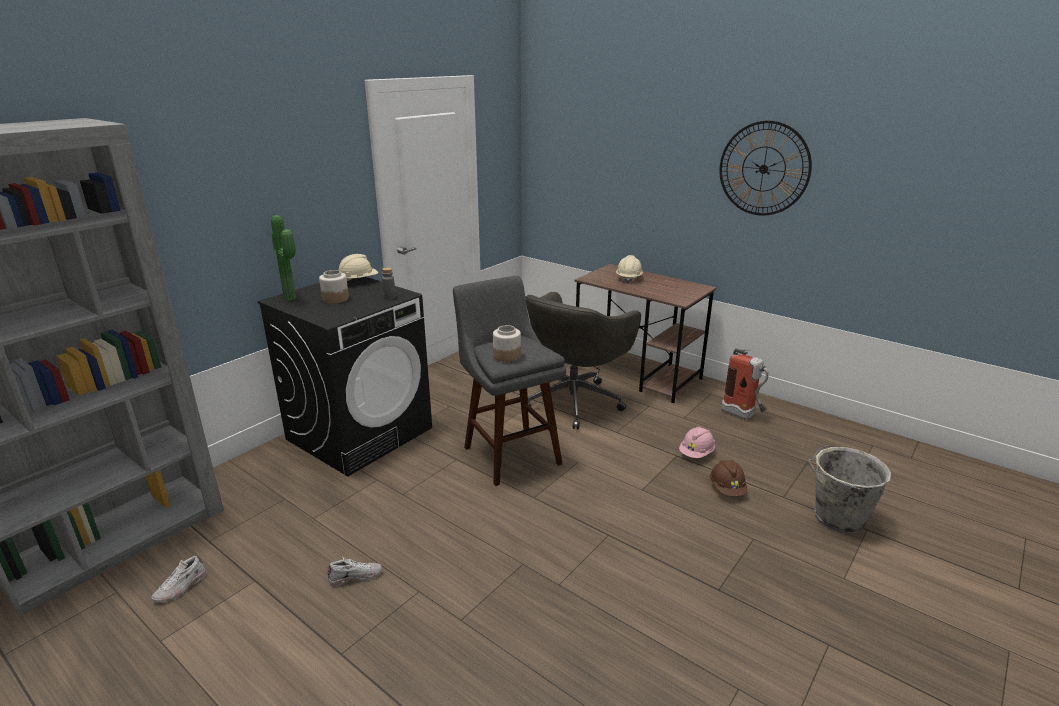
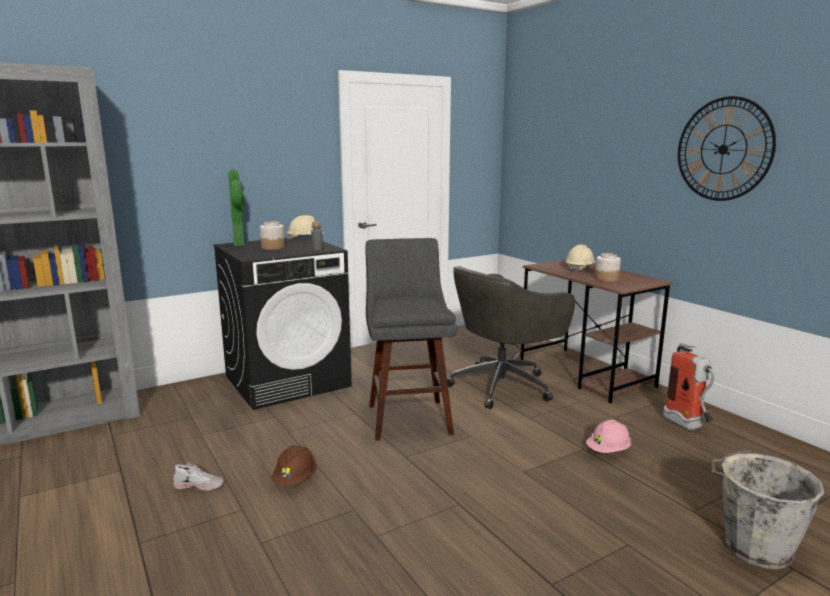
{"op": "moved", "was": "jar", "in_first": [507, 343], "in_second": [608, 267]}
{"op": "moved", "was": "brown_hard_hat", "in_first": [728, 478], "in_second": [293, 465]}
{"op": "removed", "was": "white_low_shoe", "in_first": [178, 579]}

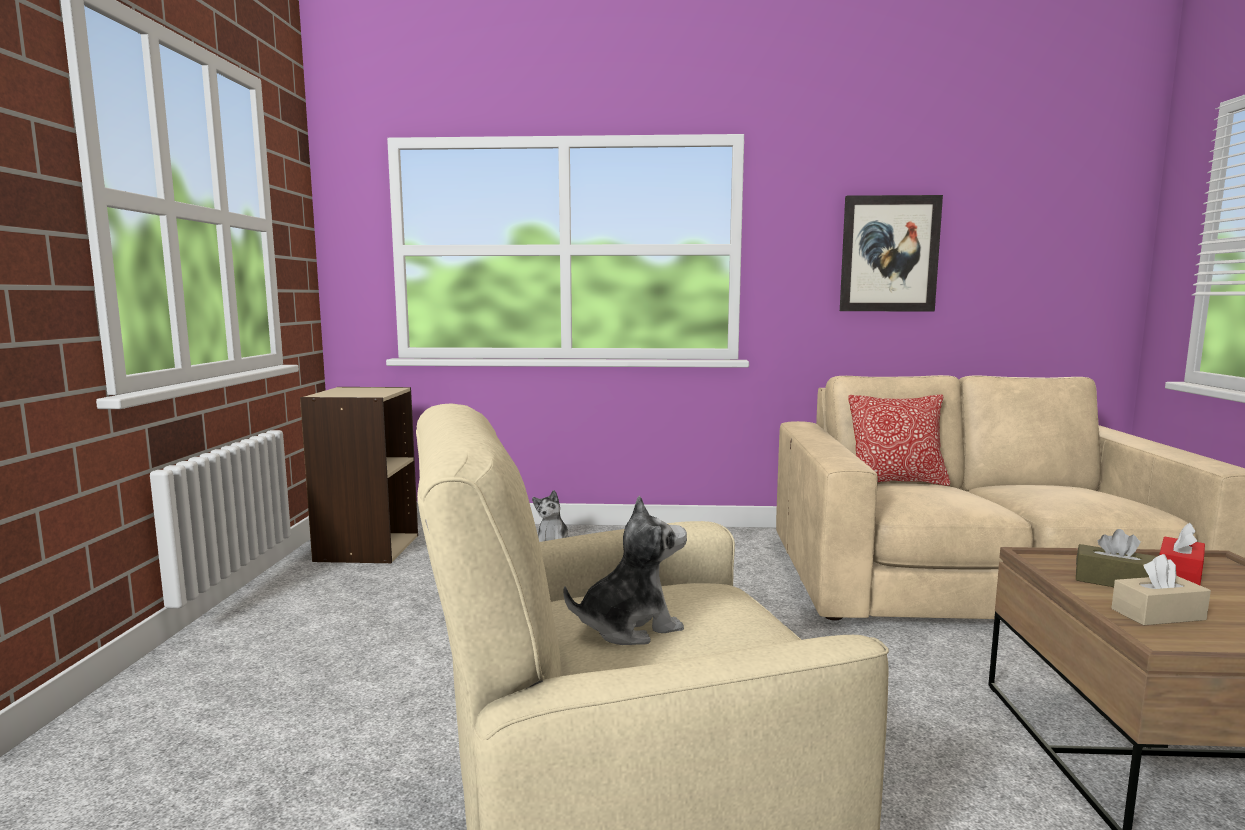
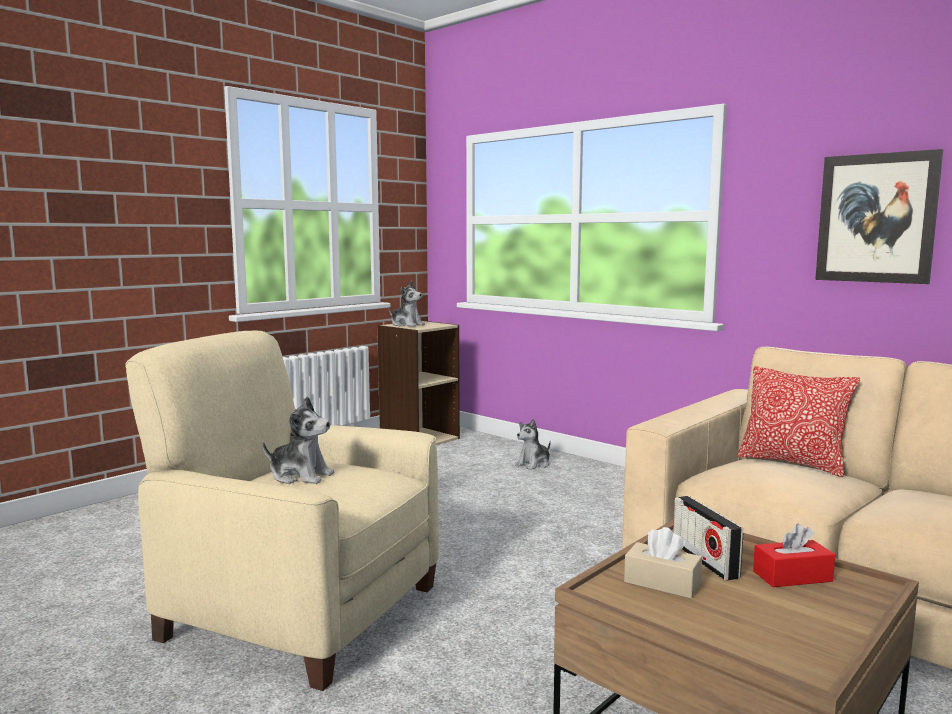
{"op": "replaced", "was": "brown_tissue_box", "now": "radio_receiver", "in_first": [1116, 558], "in_second": [708, 538]}
{"op": "added", "now": "cuddly_toy", "in_second": [407, 304]}

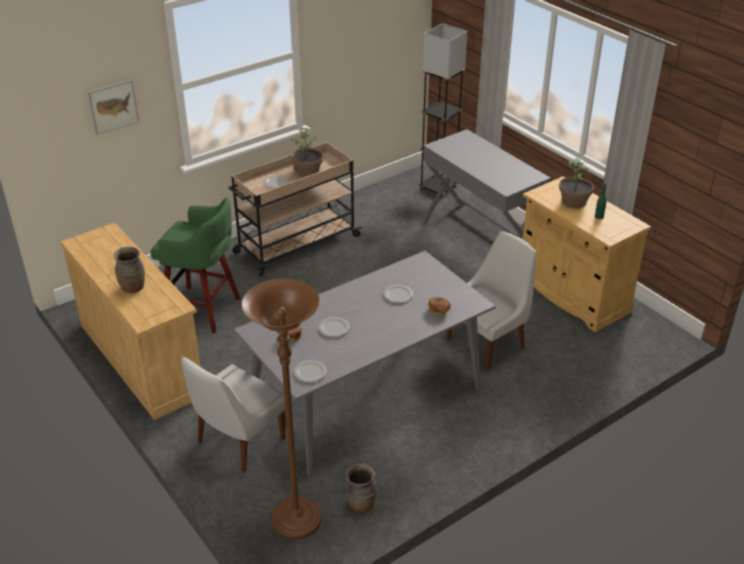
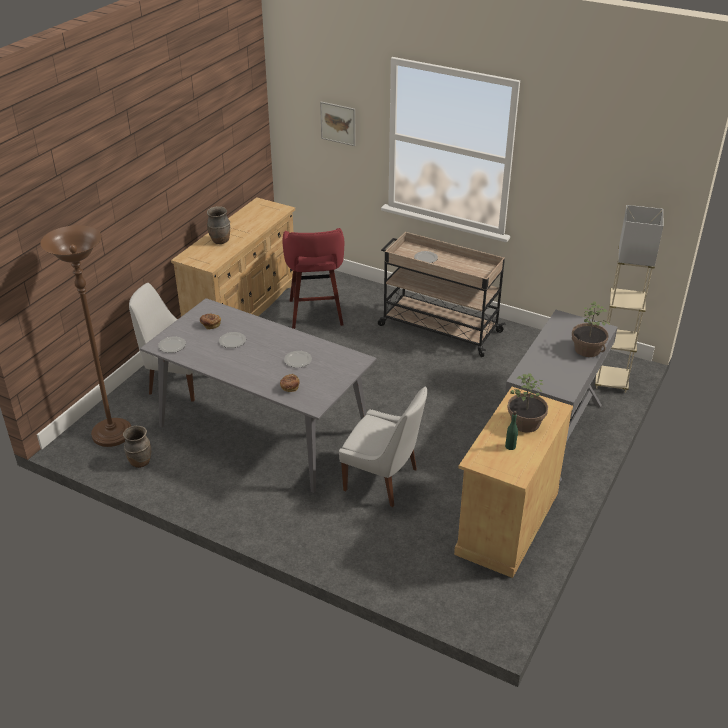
{"op": "recoloured", "was": "black_standing_lamp", "now": "beige-coloured_standing_lamp", "in_first": [443, 111], "in_second": [629, 299]}
{"op": "moved", "was": "plant_in_a_pot", "in_first": [307, 152], "in_second": [591, 329]}
{"op": "recoloured", "was": "green-coloured_sitting_stool", "now": "reddish_sitting_stool", "in_first": [195, 265], "in_second": [313, 278]}

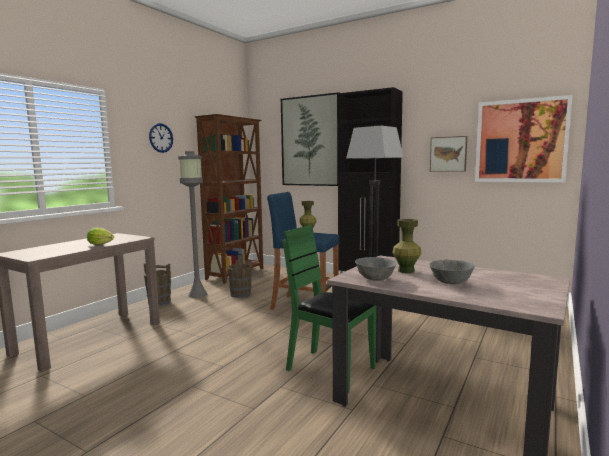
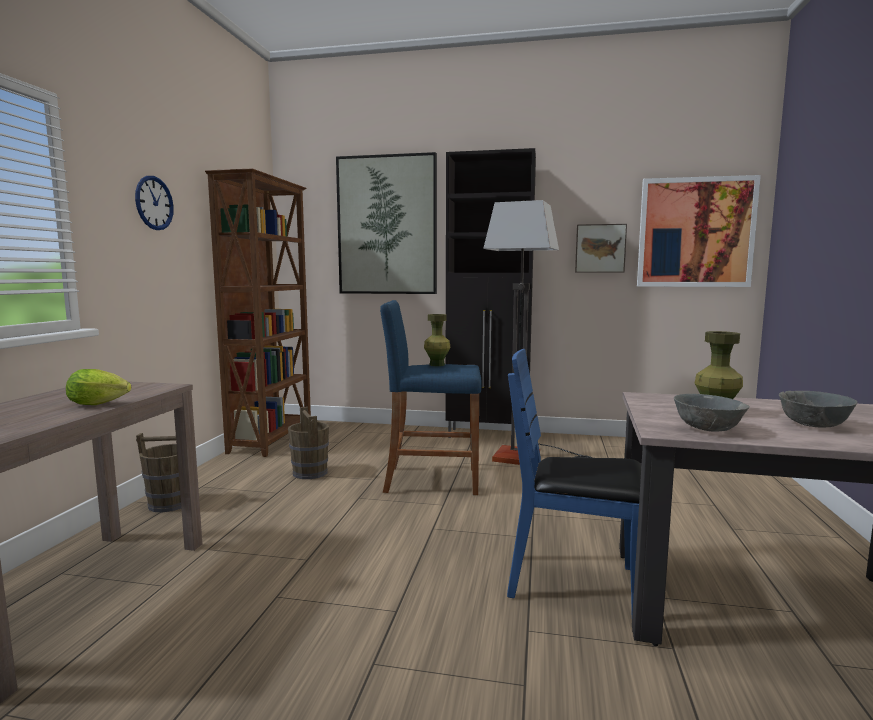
{"op": "removed", "was": "greyish_standing_lamp", "in_first": [193, 224]}
{"op": "recoloured", "was": "green-coloured_chair", "now": "blue-coloured_chair", "in_first": [330, 309], "in_second": [574, 481]}

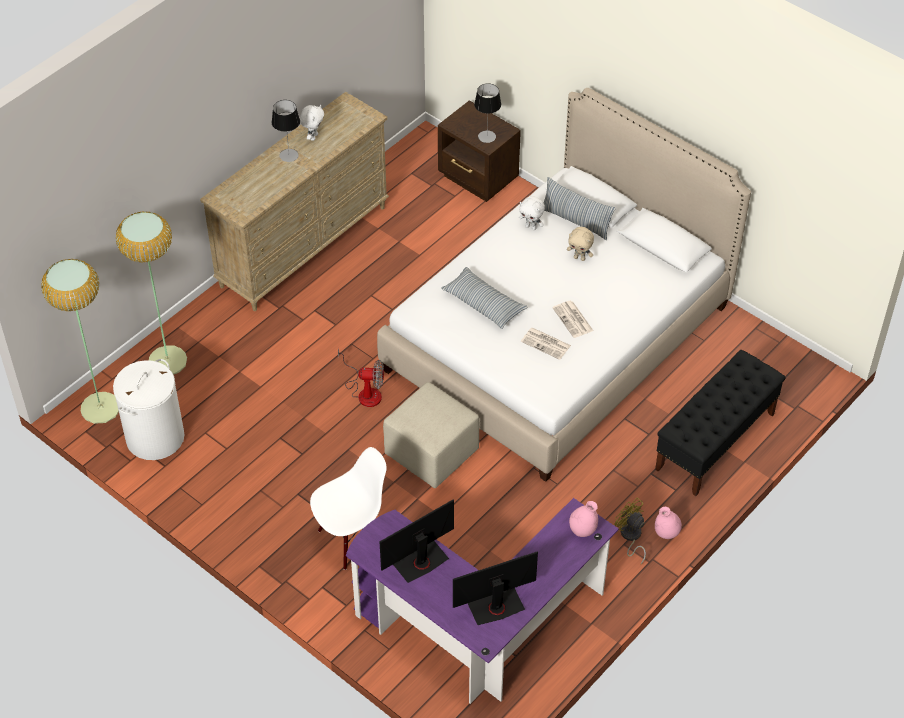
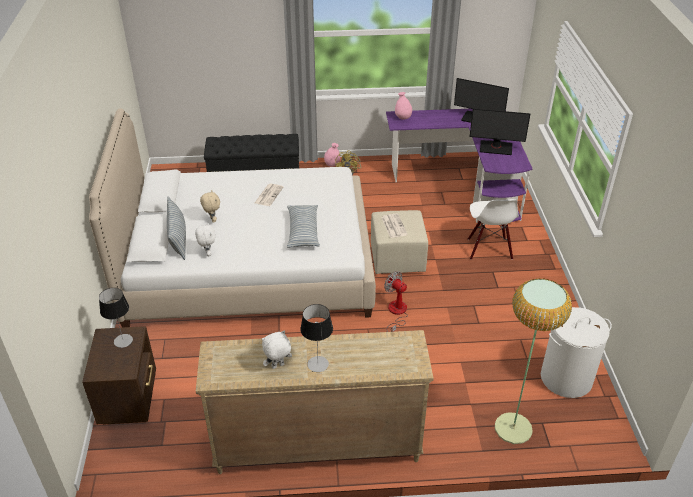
{"op": "removed", "was": "standing_lamp", "in_first": [80, 341]}
{"op": "moved", "was": "daily_paper", "in_first": [546, 344], "in_second": [394, 226]}
{"op": "turned", "was": "white_chair", "in_first": [348, 508], "in_second": [493, 229], "clockwise": -105}

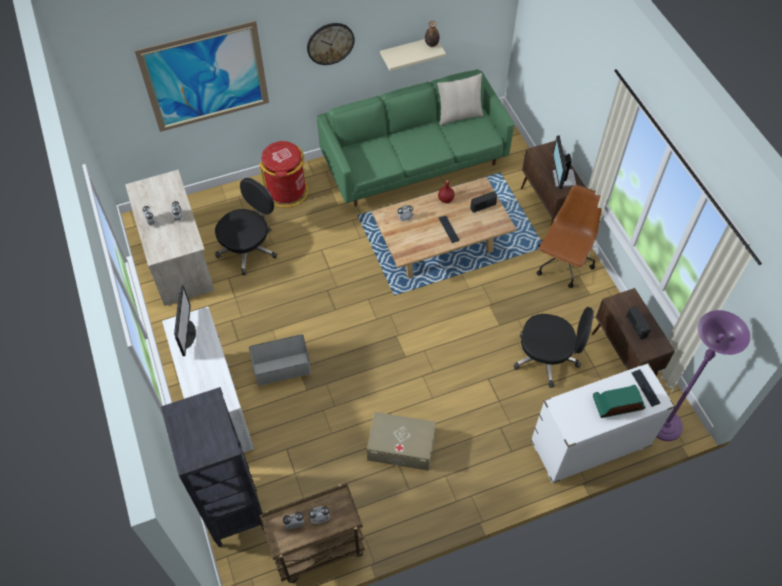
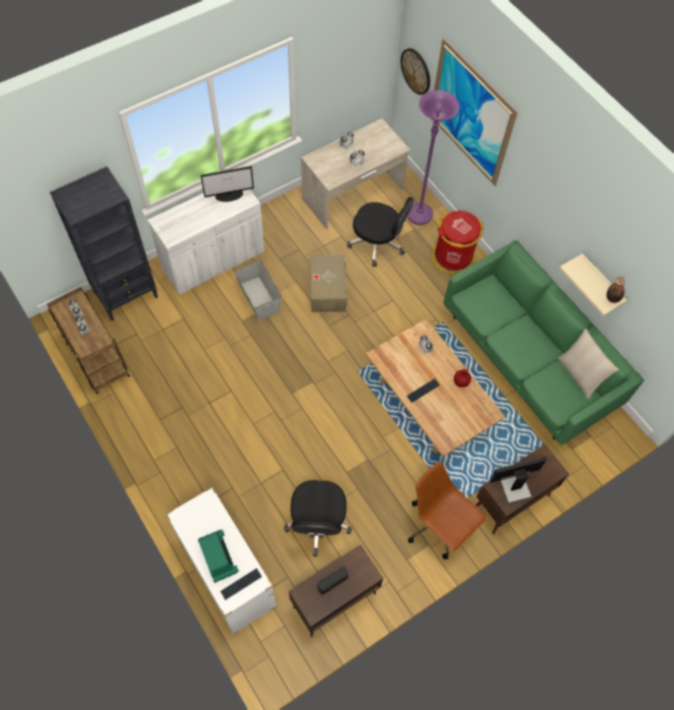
{"op": "moved", "was": "clock_on_the_wall", "in_first": [331, 44], "in_second": [415, 71]}
{"op": "turned", "was": "brown_computer_chair", "in_first": [569, 236], "in_second": [447, 510], "clockwise": -150}
{"op": "removed", "was": "radio_receiver", "in_first": [483, 202]}
{"op": "moved", "was": "purple_standing_lamp", "in_first": [703, 375], "in_second": [434, 157]}
{"op": "moved", "was": "beige-coloured_storage_box", "in_first": [401, 441], "in_second": [328, 283]}

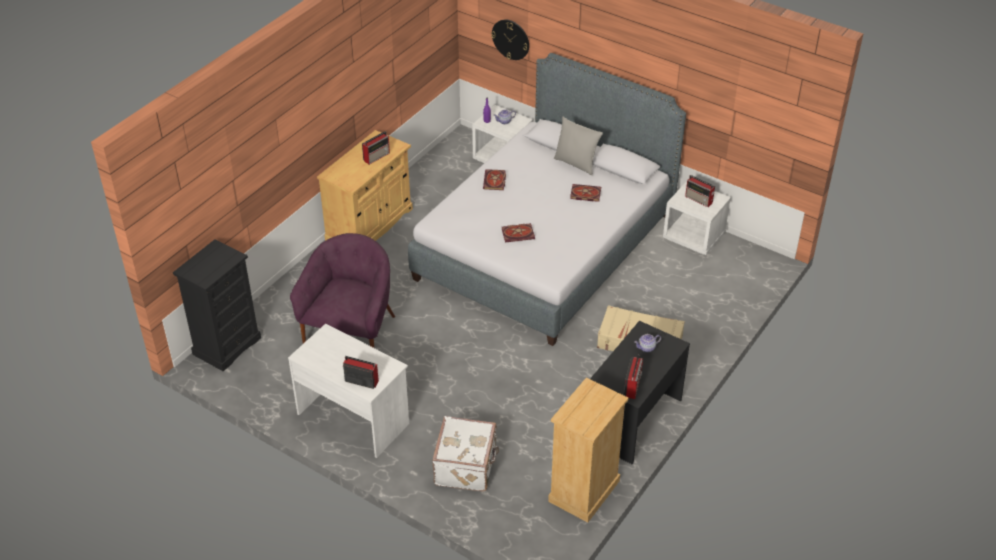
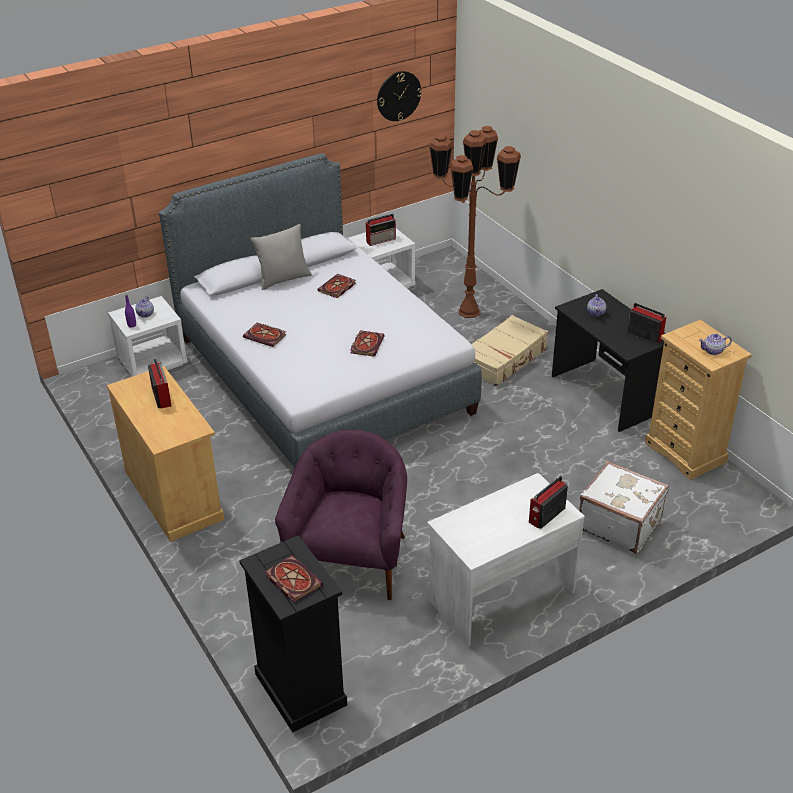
{"op": "moved", "was": "clock_on_the_wall", "in_first": [510, 39], "in_second": [399, 96]}
{"op": "turned", "was": "purple_easy_chair", "in_first": [342, 290], "in_second": [341, 515], "clockwise": 60}
{"op": "added", "now": "brown_standing_lamp", "in_second": [475, 222]}
{"op": "added", "now": "tea_pot", "in_second": [715, 344]}
{"op": "added", "now": "volume", "in_second": [294, 579]}

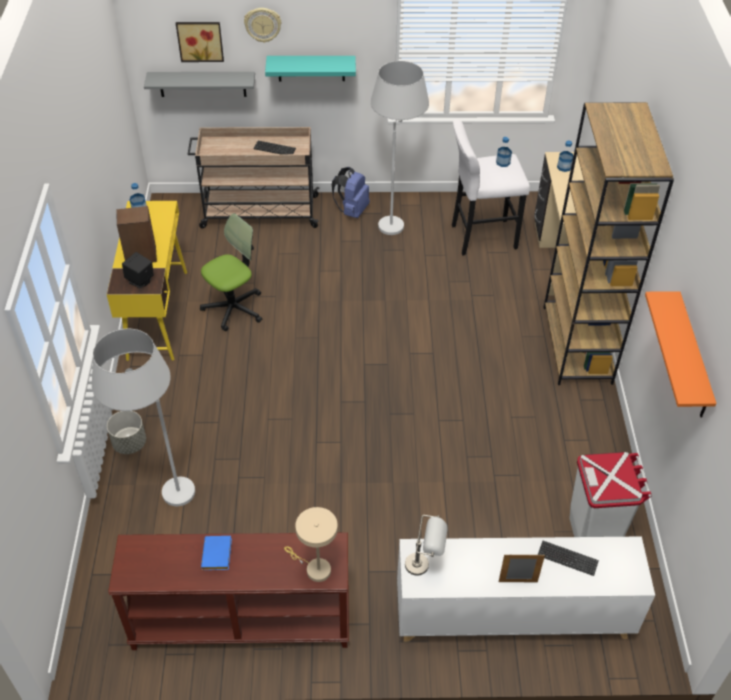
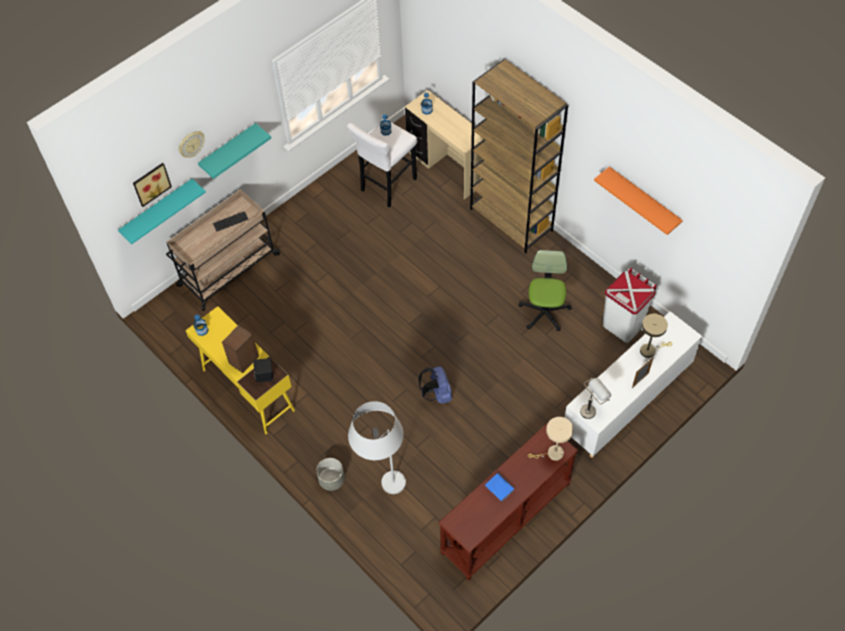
{"op": "removed", "was": "white_standing_lamp", "in_first": [400, 148]}
{"op": "recoloured", "was": "greyish_shelf", "now": "turquoise-coloured_shelf", "in_first": [199, 84], "in_second": [162, 211]}
{"op": "moved", "was": "blue-coloured_rucksack", "in_first": [351, 192], "in_second": [435, 385]}
{"op": "moved", "was": "computer_chair", "in_first": [231, 272], "in_second": [545, 290]}
{"op": "replaced", "was": "keyboard", "now": "beige-coloured_tabletop_lamp", "in_first": [568, 558], "in_second": [656, 336]}

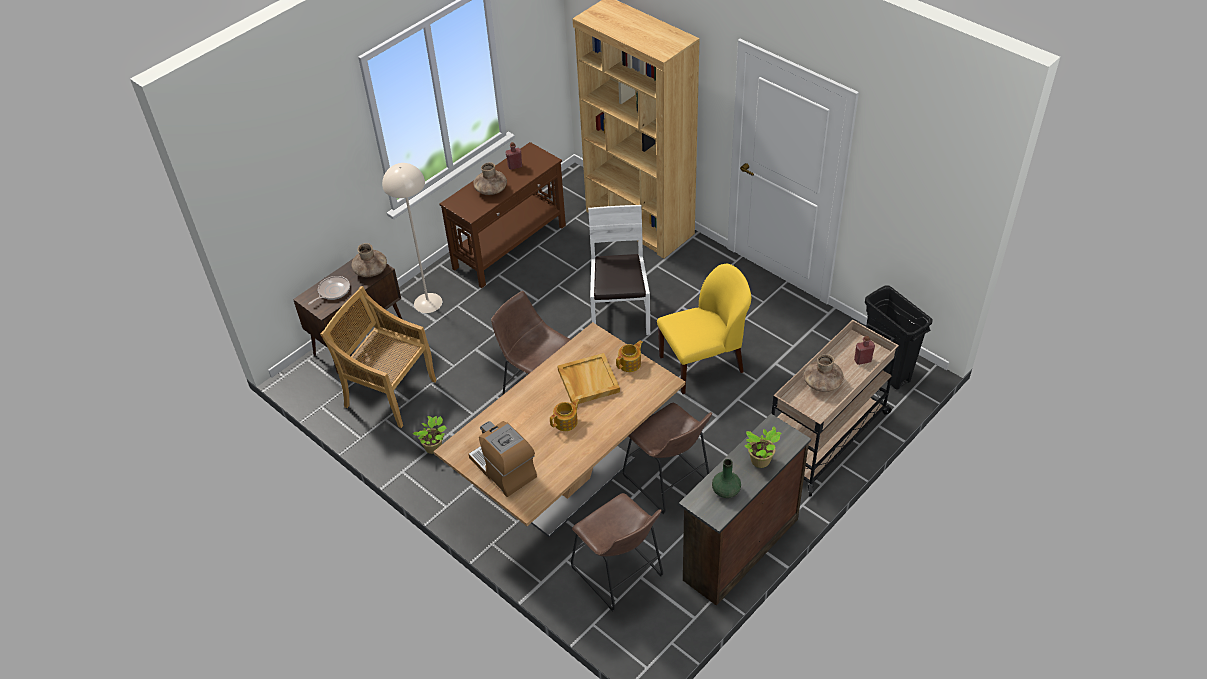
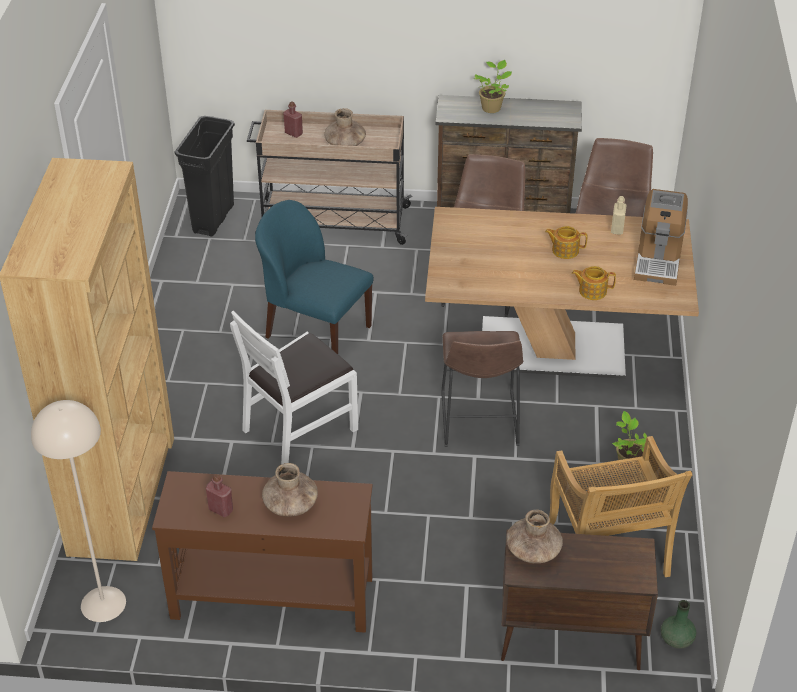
{"op": "moved", "was": "beige-coloured_standing_lamp", "in_first": [412, 238], "in_second": [78, 511]}
{"op": "recoloured", "was": "yellow-coloured_chair", "now": "blue-coloured_chair", "in_first": [704, 329], "in_second": [314, 277]}
{"op": "removed", "was": "frying_pan", "in_first": [329, 290]}
{"op": "moved", "was": "tea_pot", "in_first": [629, 356], "in_second": [594, 283]}
{"op": "removed", "was": "beige-coloured_carrying_tray", "in_first": [588, 378]}
{"op": "moved", "was": "green-coloured_flower_vase", "in_first": [726, 478], "in_second": [678, 624]}
{"op": "added", "now": "beige-coloured_drink_bottle", "in_second": [619, 215]}

